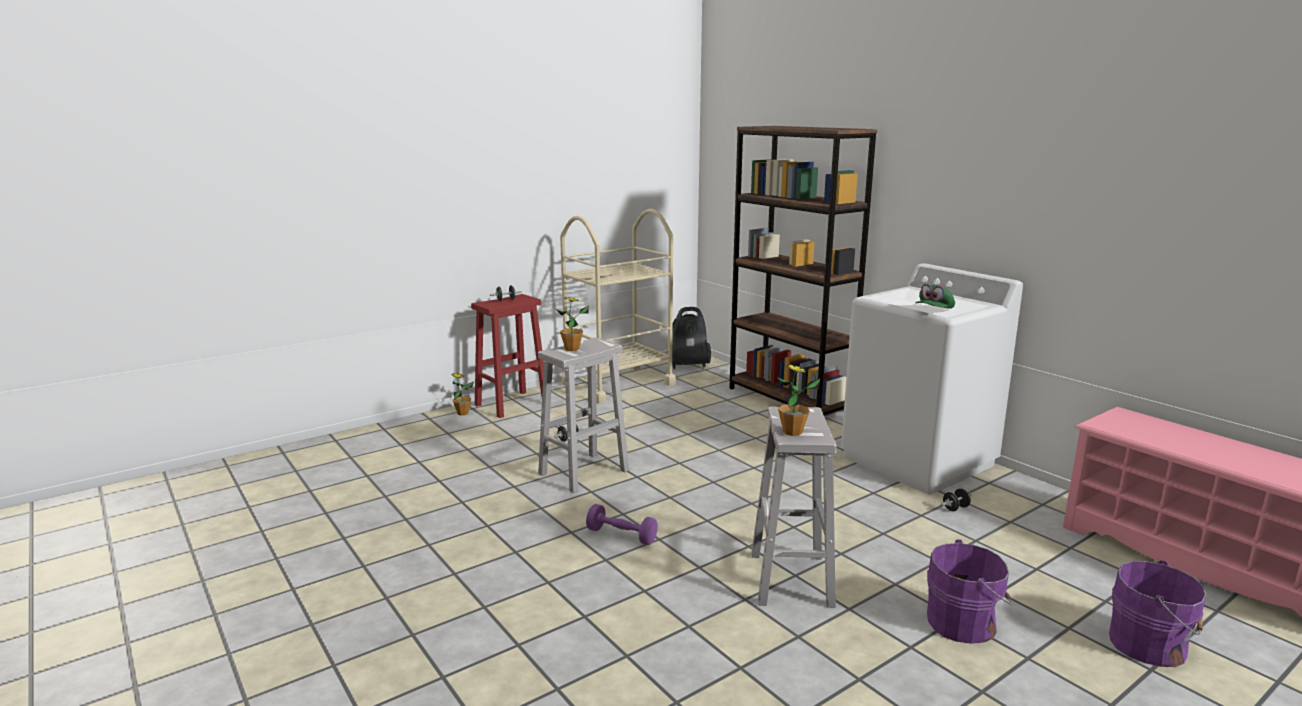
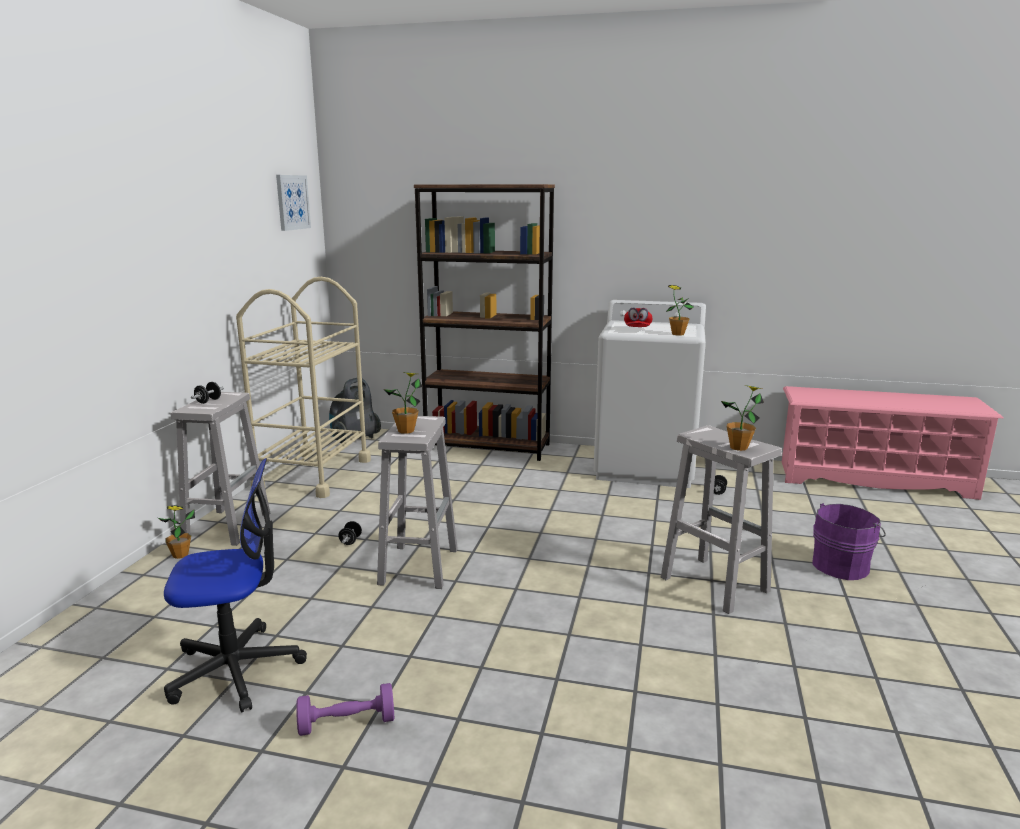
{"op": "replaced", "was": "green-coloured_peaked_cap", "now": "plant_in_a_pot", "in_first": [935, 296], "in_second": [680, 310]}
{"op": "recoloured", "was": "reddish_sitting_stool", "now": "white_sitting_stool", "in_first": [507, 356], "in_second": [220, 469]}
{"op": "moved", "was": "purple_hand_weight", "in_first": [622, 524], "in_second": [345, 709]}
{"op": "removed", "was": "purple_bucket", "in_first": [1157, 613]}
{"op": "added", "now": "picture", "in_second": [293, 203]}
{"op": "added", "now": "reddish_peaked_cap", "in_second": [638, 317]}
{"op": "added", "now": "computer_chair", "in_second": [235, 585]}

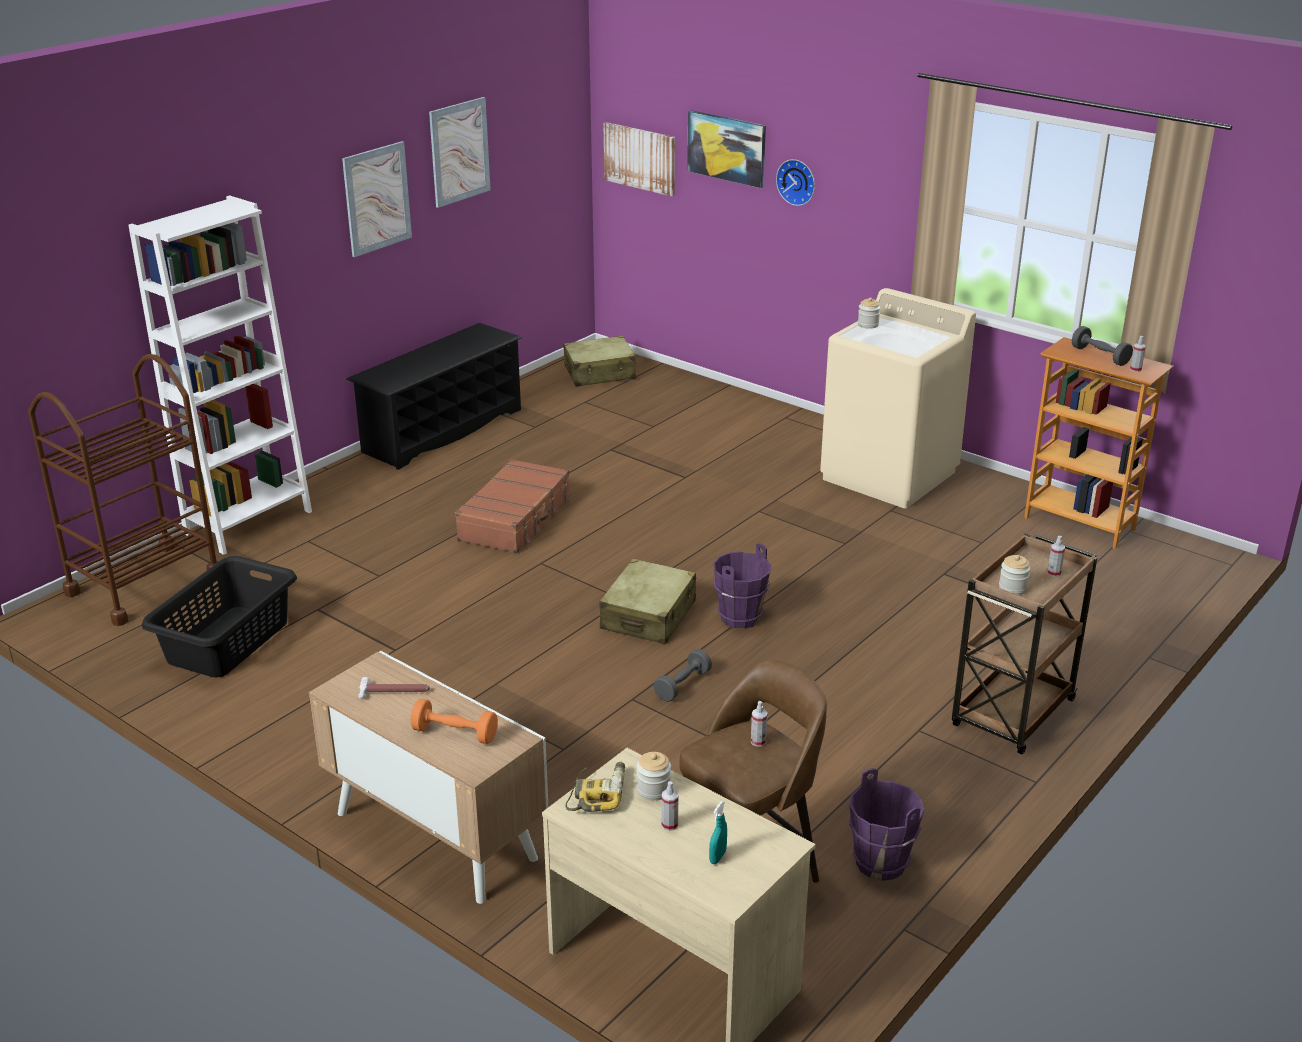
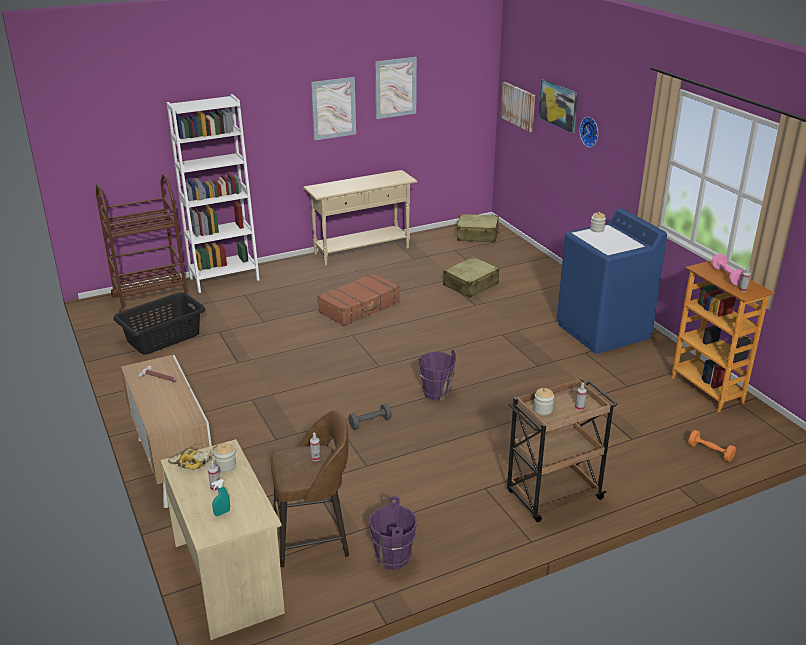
{"op": "recoloured", "was": "beige-coloured_washing_machine", "now": "blue-coloured_washing_machine", "in_first": [898, 398], "in_second": [612, 281]}
{"op": "replaced", "was": "black_shoe_rack", "now": "beige-coloured_narrow_table", "in_first": [434, 396], "in_second": [360, 217]}
{"op": "recoloured", "was": "greyish_hand_weight", "now": "pink_hand_weight", "in_first": [1102, 346], "in_second": [727, 270]}
{"op": "moved", "was": "beige-coloured_suitcase", "in_first": [647, 601], "in_second": [471, 277]}
{"op": "moved", "was": "orange_hand_weight", "in_first": [454, 721], "in_second": [712, 446]}

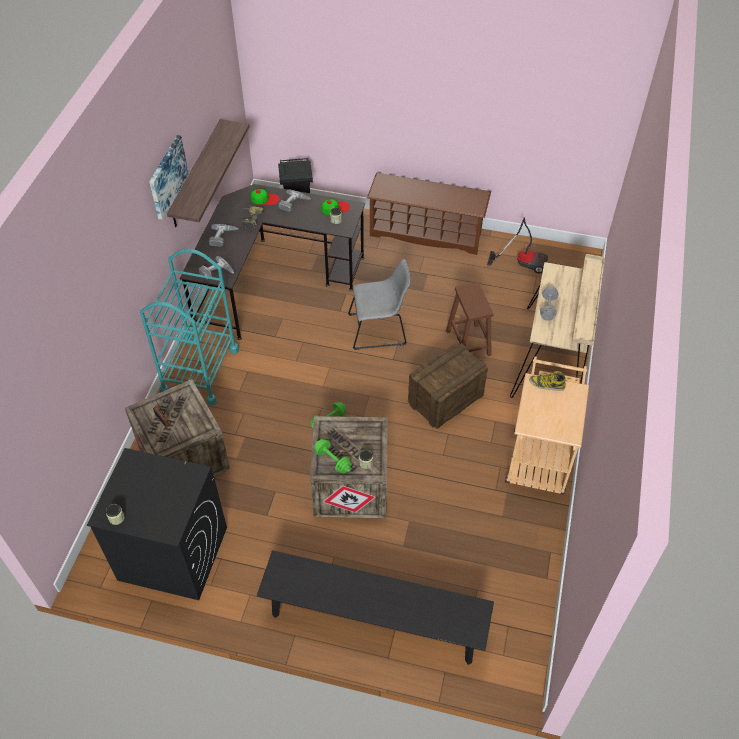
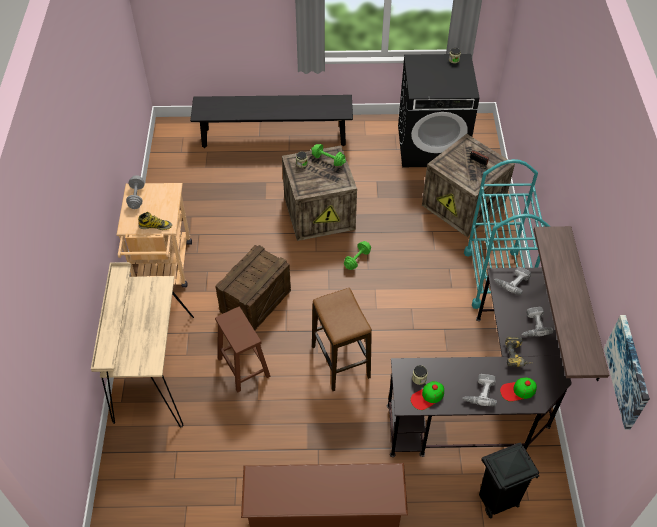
{"op": "moved", "was": "picture", "in_first": [169, 177], "in_second": [627, 372]}
{"op": "removed", "was": "vacuum_cleaner", "in_first": [517, 245]}
{"op": "replaced", "was": "greyish_chair", "now": "sitting_stool", "in_first": [379, 304], "in_second": [342, 339]}
{"op": "moved", "was": "greyish_hand_weight", "in_first": [549, 303], "in_second": [135, 192]}

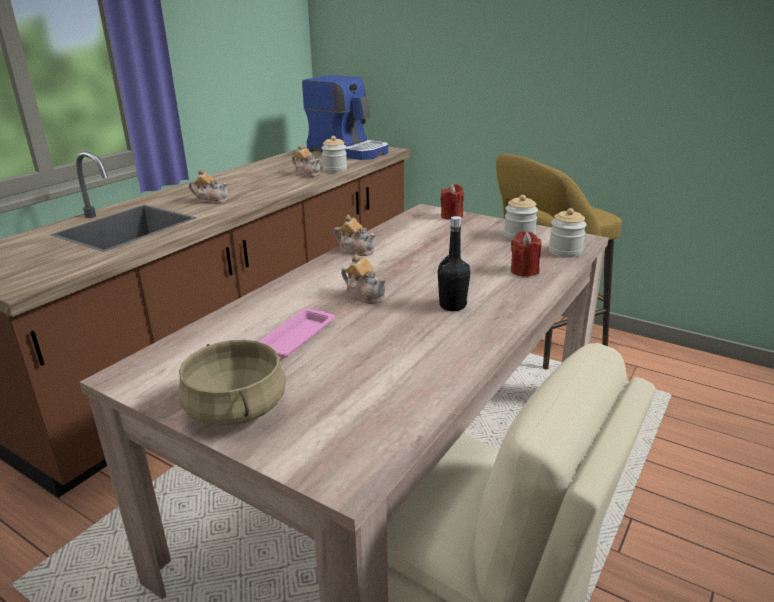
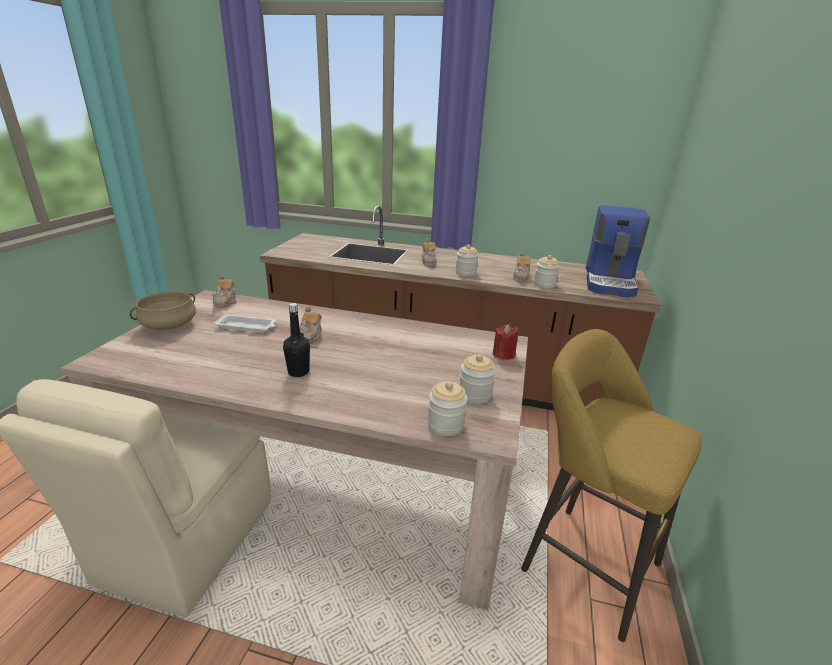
{"op": "moved", "was": "tea_pot", "in_first": [355, 235], "in_second": [224, 291]}
{"op": "removed", "was": "reddish_wax_light", "in_first": [526, 253]}
{"op": "recoloured", "was": "pink_carrying_tray", "now": "white_carrying_tray", "in_first": [296, 333], "in_second": [245, 323]}
{"op": "added", "now": "jar", "in_second": [467, 260]}

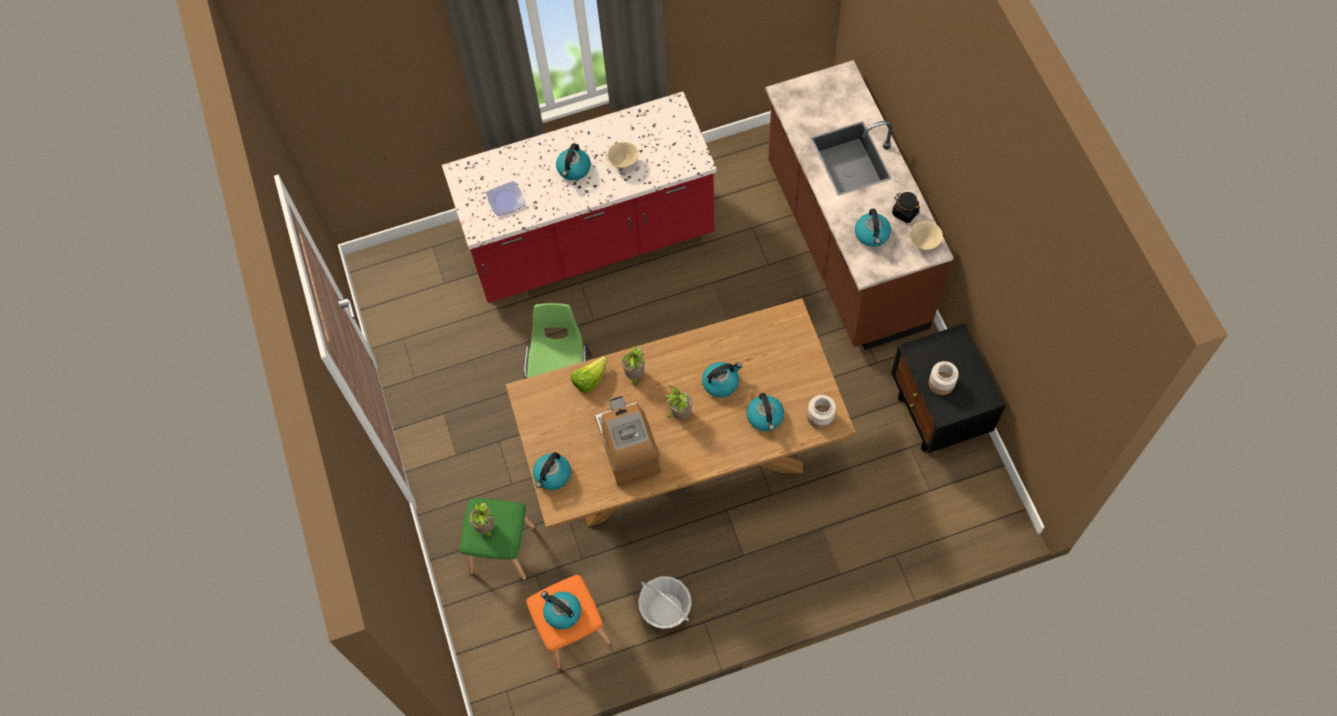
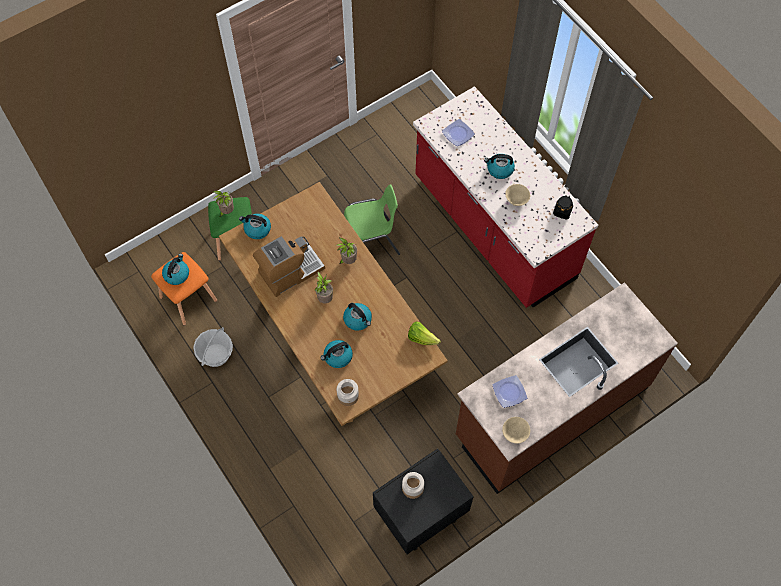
{"op": "moved", "was": "black_jar", "in_first": [906, 207], "in_second": [563, 207]}
{"op": "replaced", "was": "water_kettle", "now": "dinner_plate", "in_first": [873, 228], "in_second": [510, 391]}
{"op": "moved", "was": "head_of_lettuce", "in_first": [589, 374], "in_second": [424, 333]}

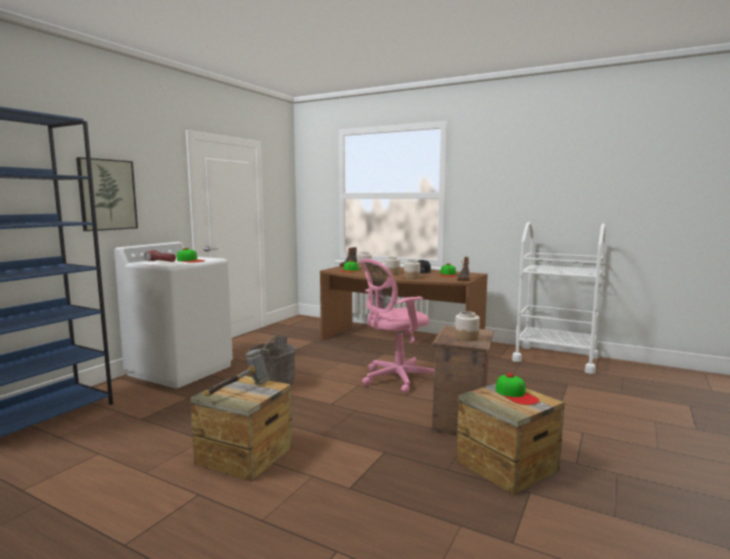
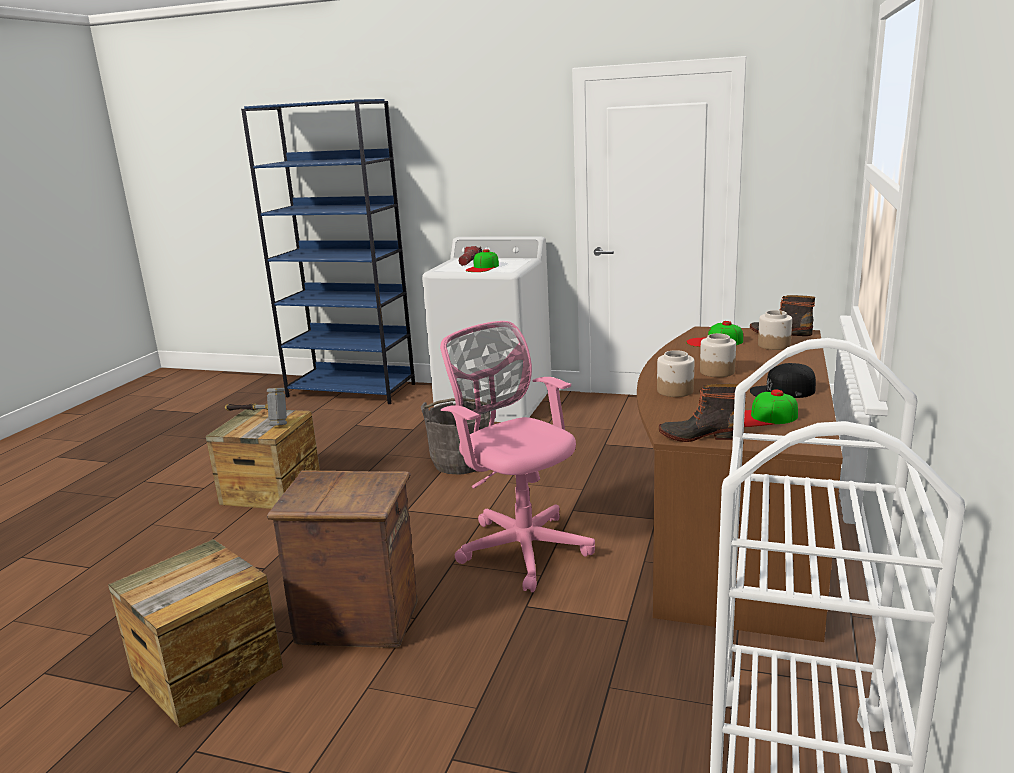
{"op": "removed", "was": "picture", "in_first": [107, 194]}
{"op": "removed", "was": "jar", "in_first": [467, 326]}
{"op": "removed", "was": "peaked_cap", "in_first": [517, 389]}

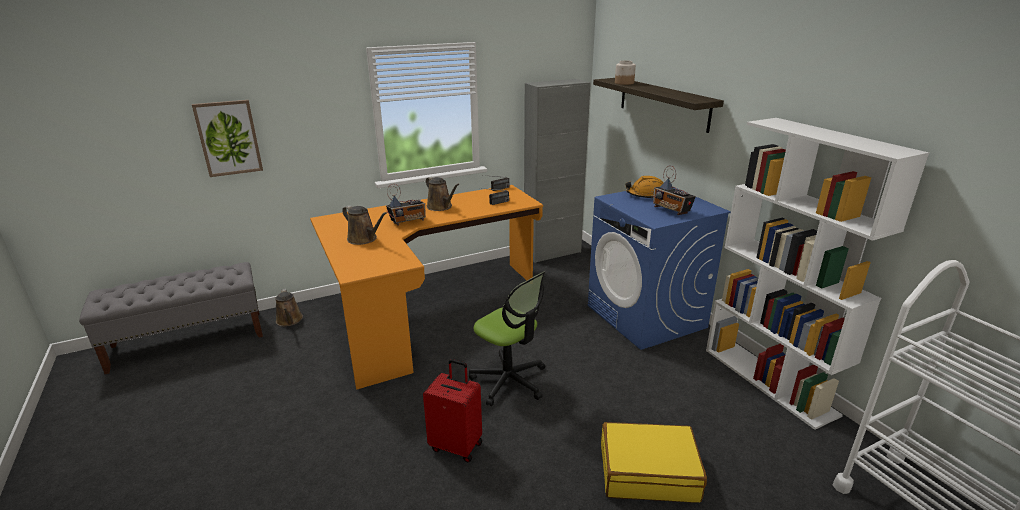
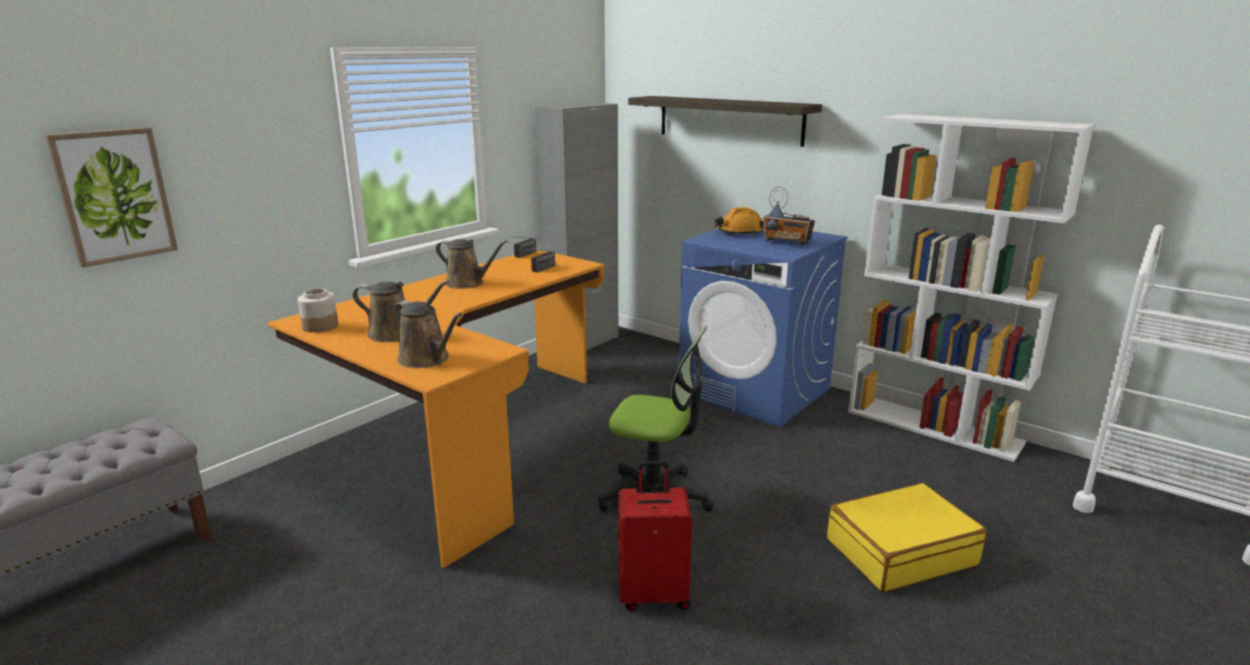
{"op": "moved", "was": "jar", "in_first": [625, 73], "in_second": [318, 310]}
{"op": "removed", "was": "radio_receiver", "in_first": [406, 205]}
{"op": "moved", "was": "brown_watering_can", "in_first": [289, 307], "in_second": [428, 334]}

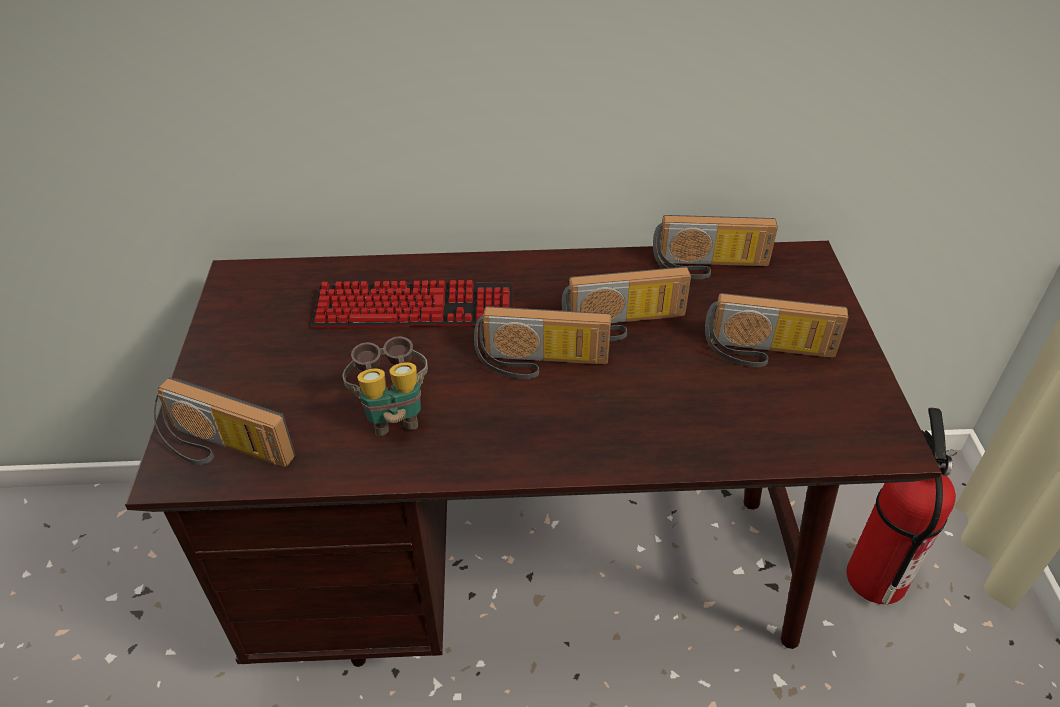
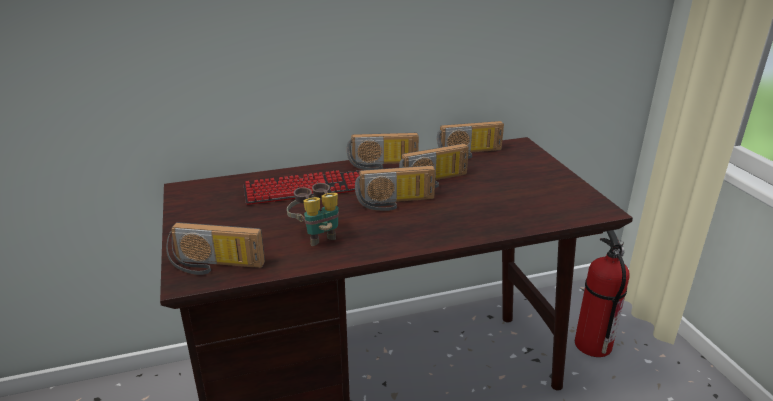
{"op": "moved", "was": "radio_receiver", "in_first": [776, 330], "in_second": [383, 151]}

